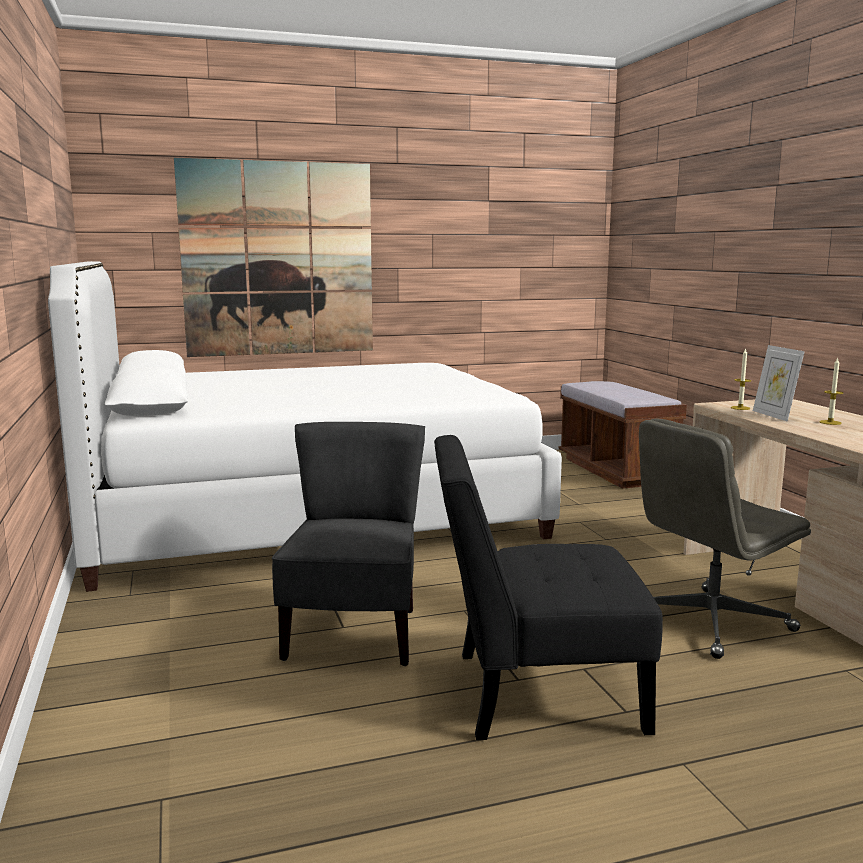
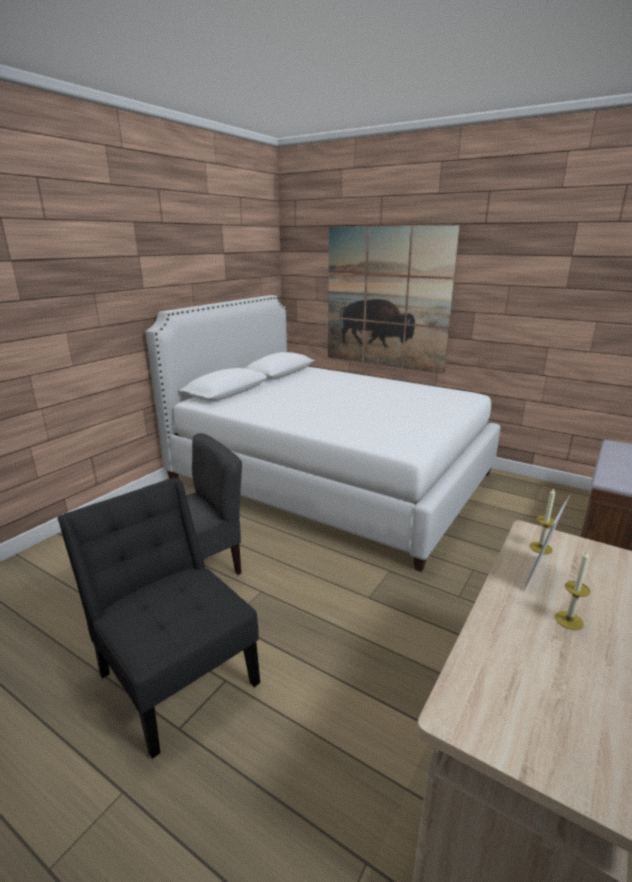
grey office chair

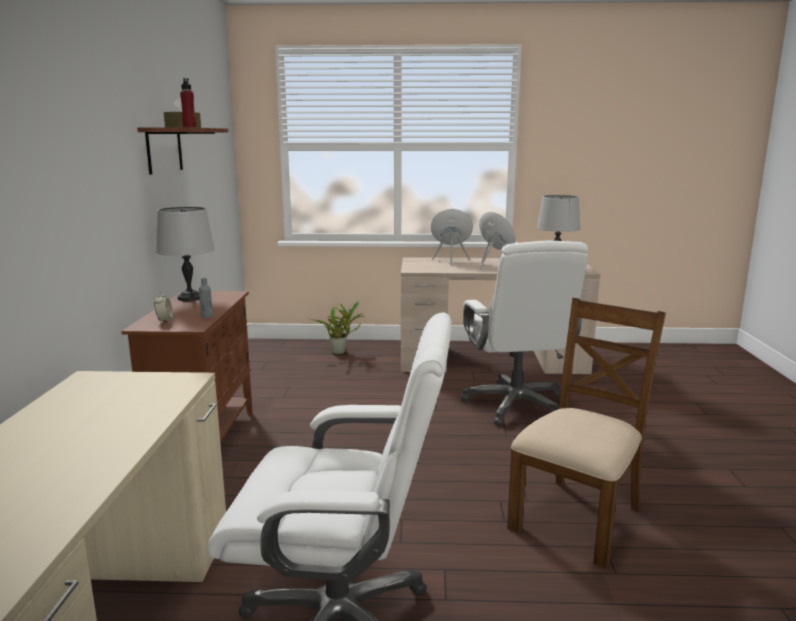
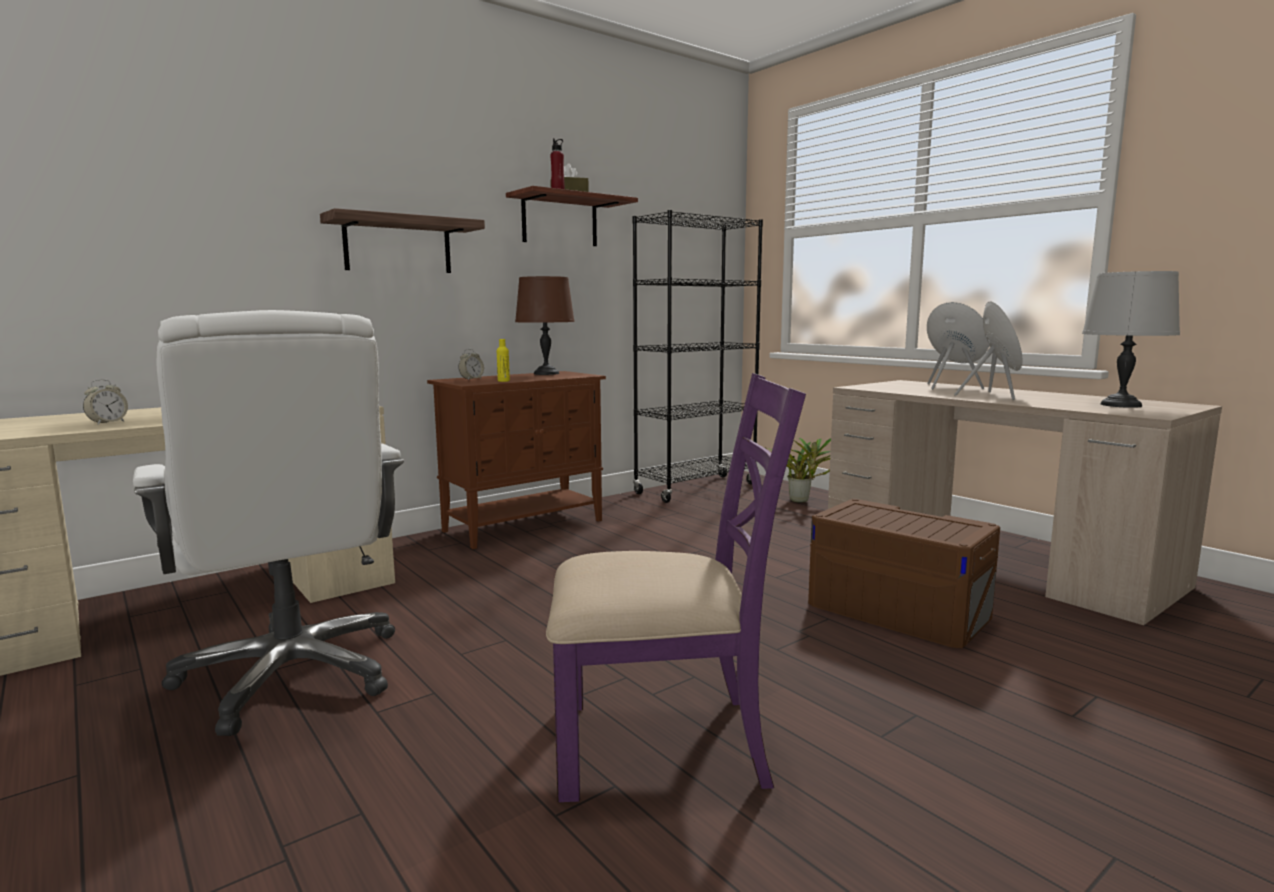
brown table lamp; yellow bottle; brown storage box; purple chair; alarm clock (1st from left); shelf (1st from left); black bookcase

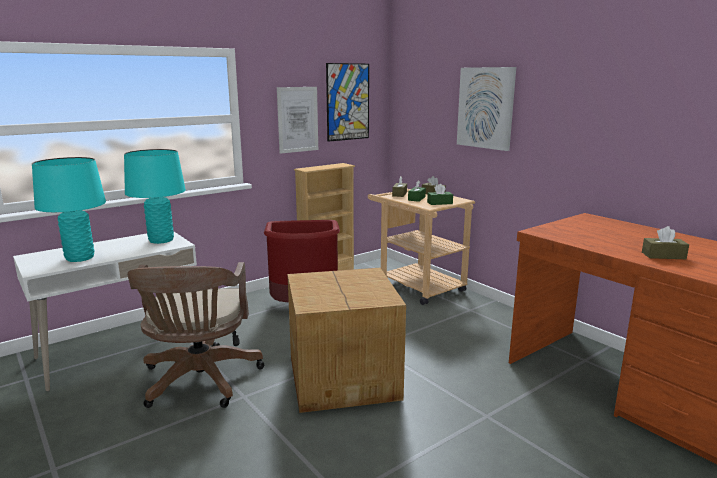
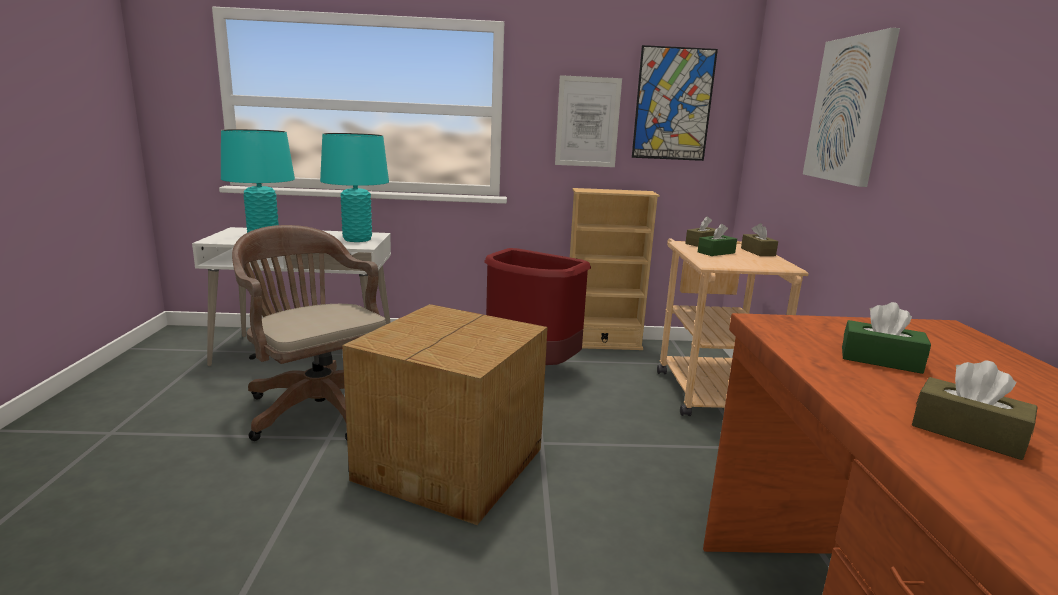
brown office chair; green tissue box (2nd from left)

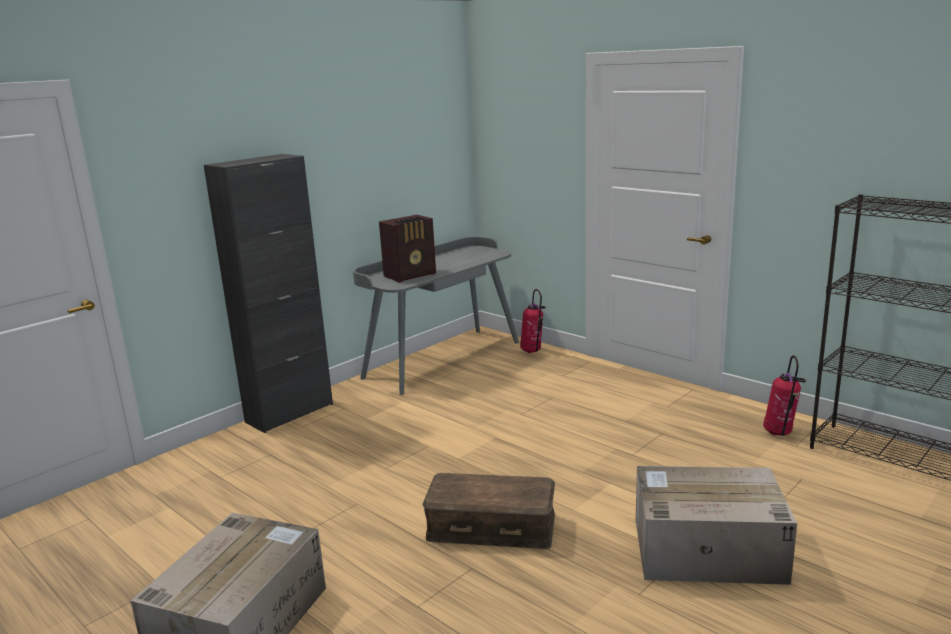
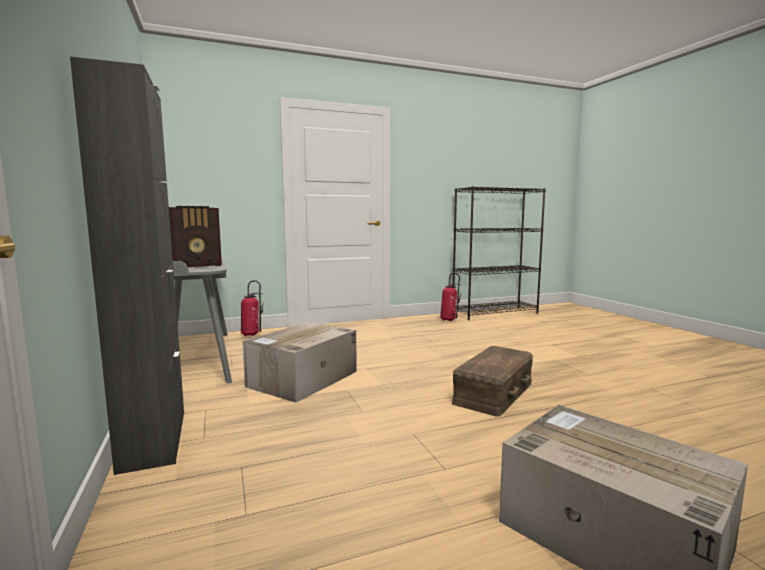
radio; cardboard box (1st from left)

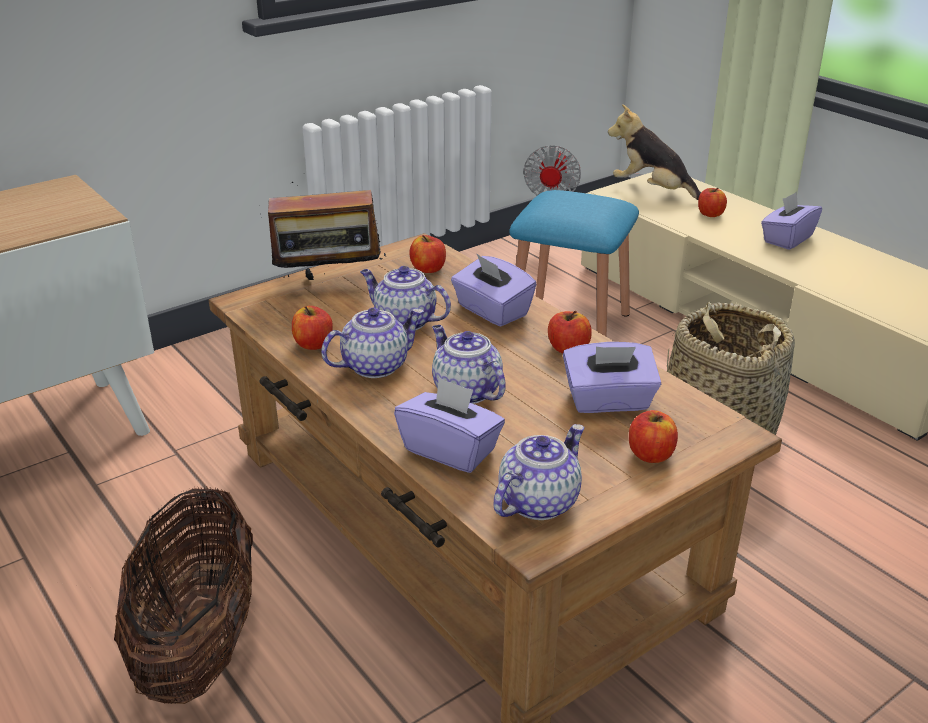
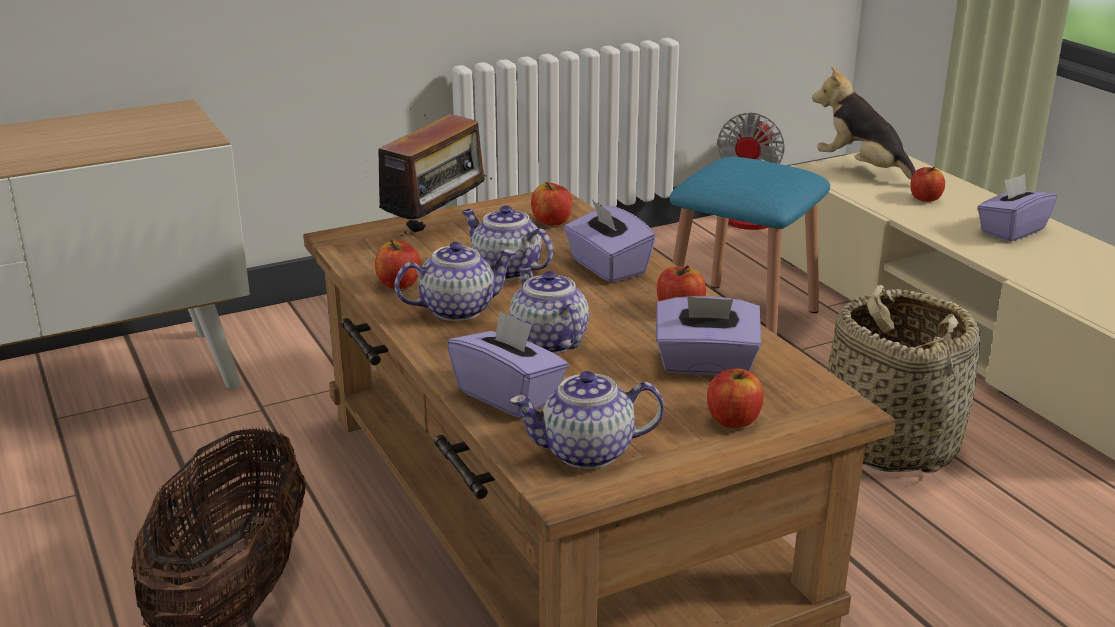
radio; teapot (4th from left)

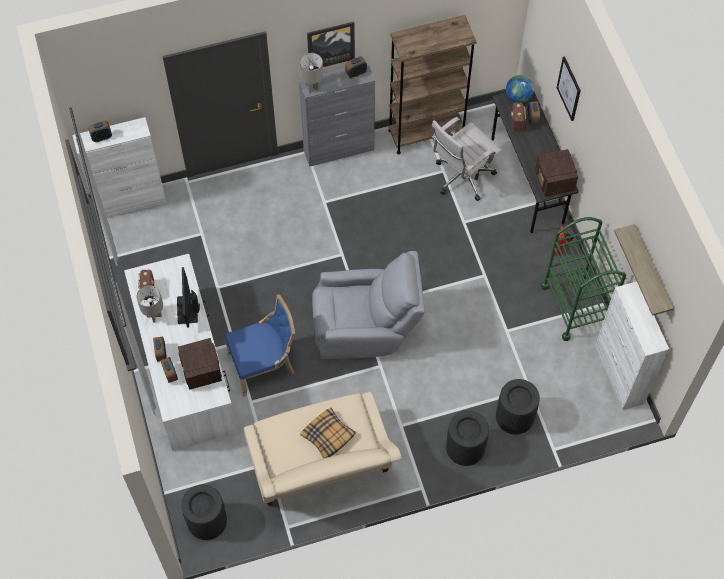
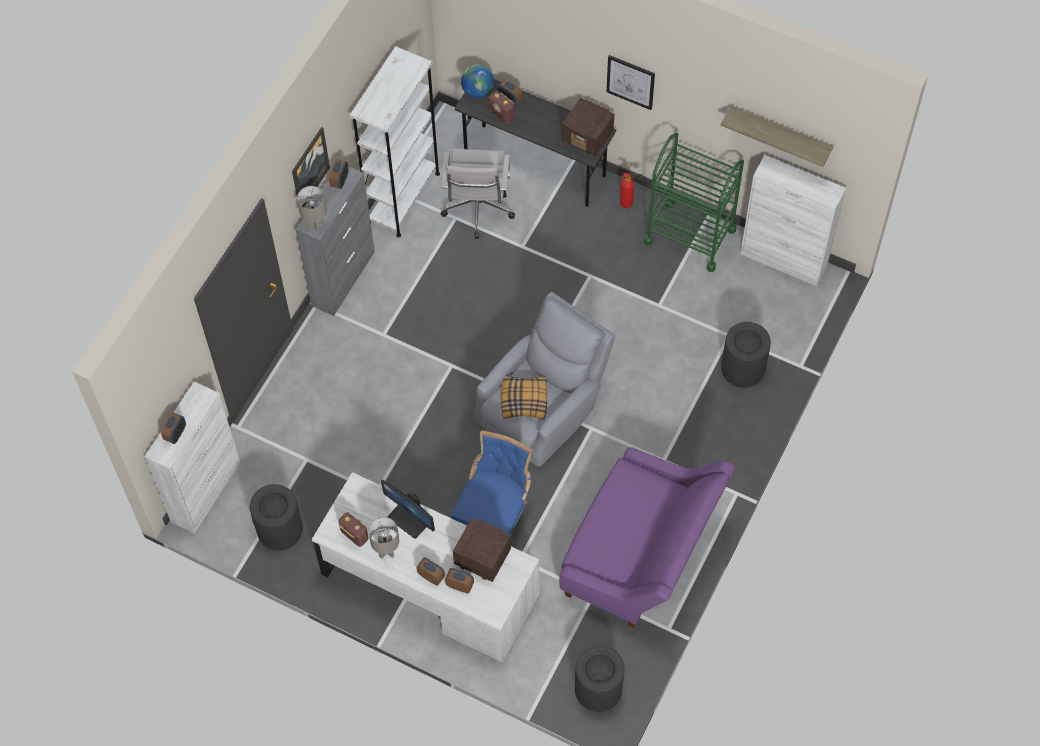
purple sofa; pillow; white bookcase; black trash can (1st from left); picture (2nd from left)

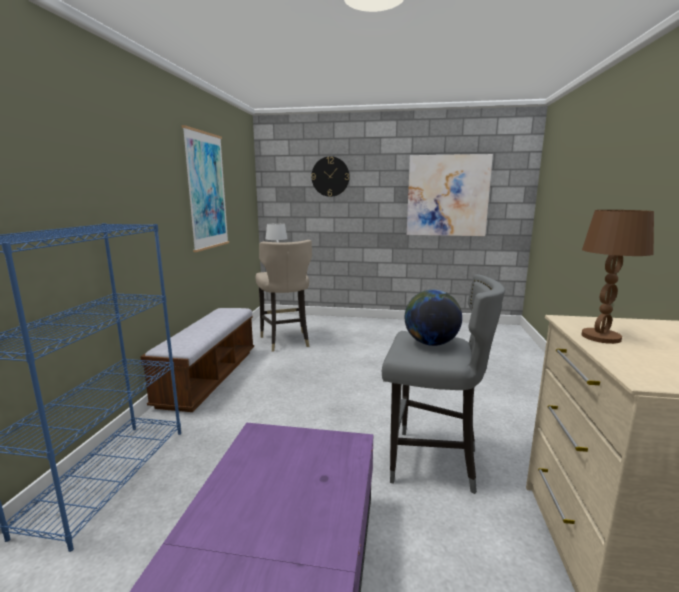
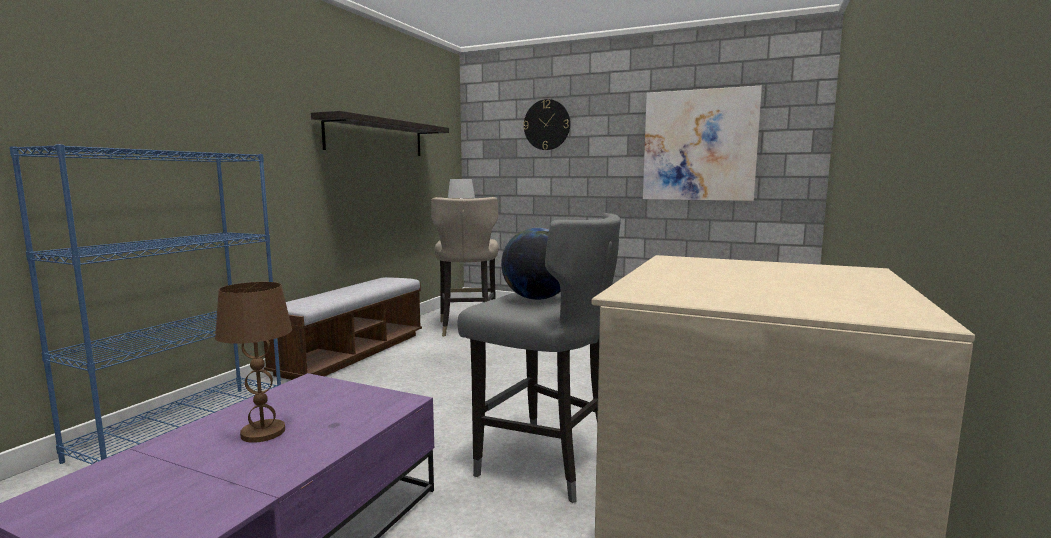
shelf; brown table lamp

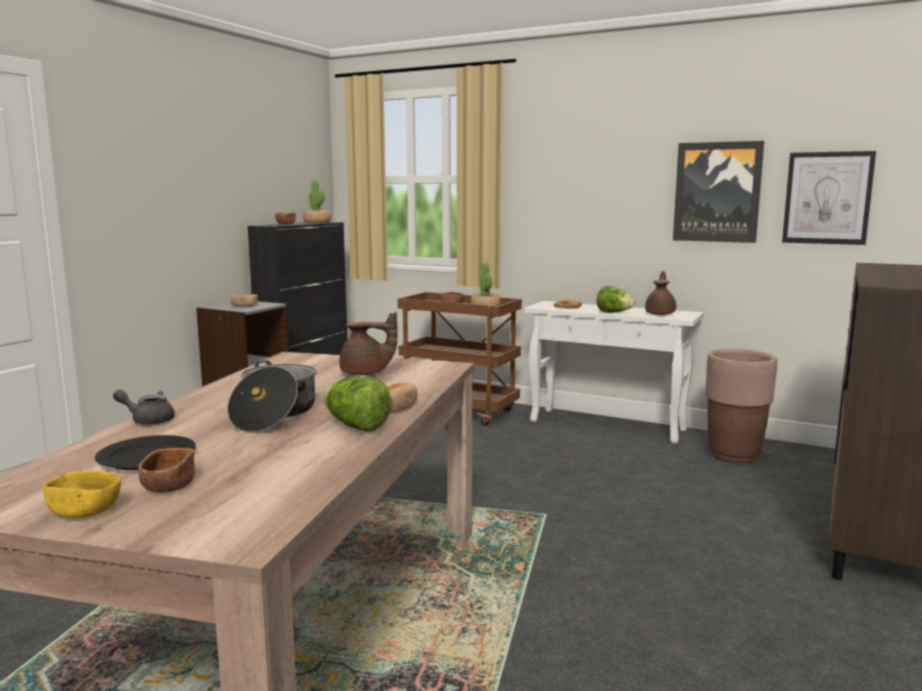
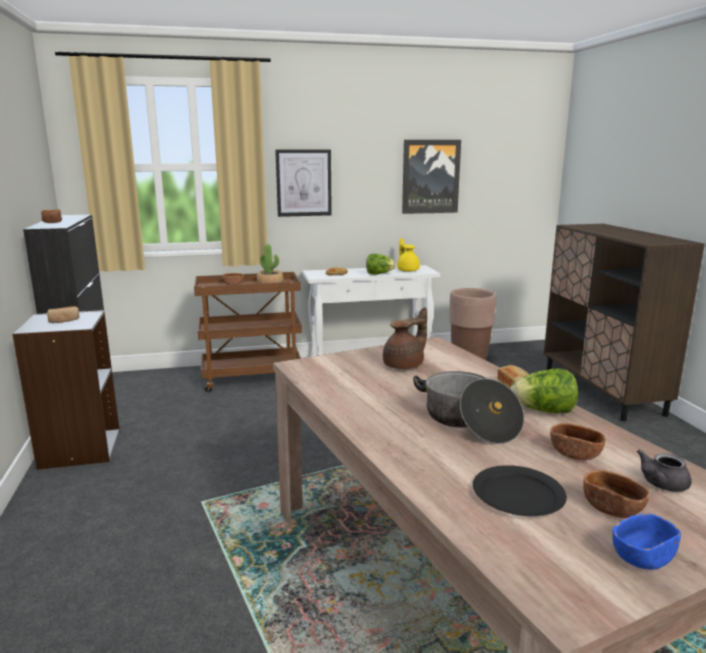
blue bowl; grey teapot; potted plant (1st from left in the first image); yellow teapot; picture (1st from left); brown bowl (3rd from left)

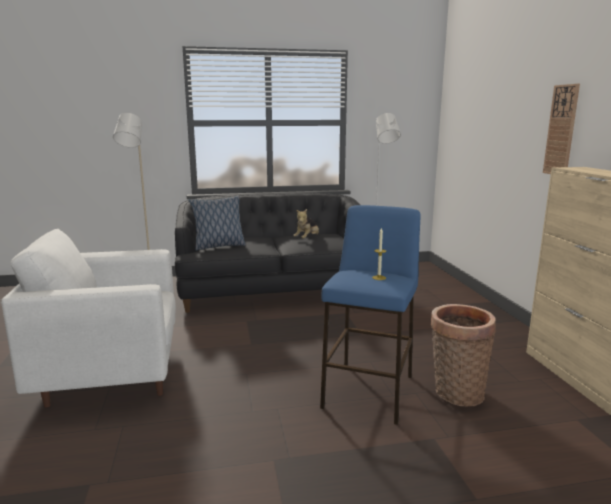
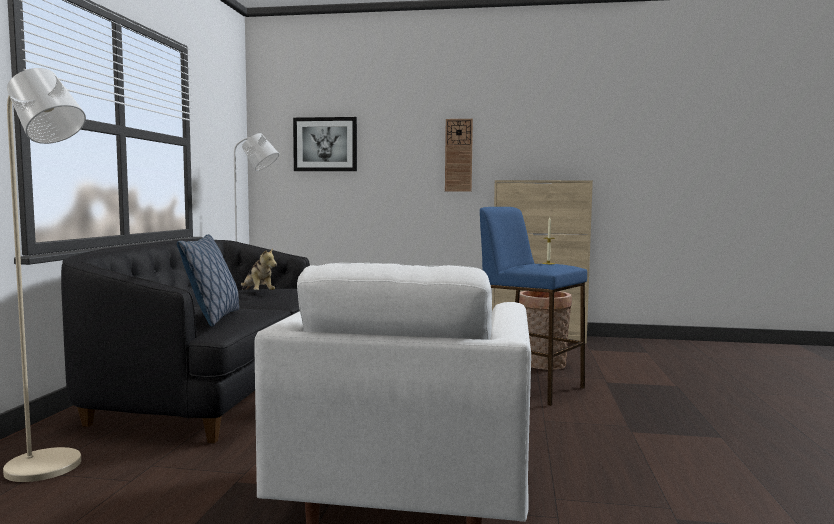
picture

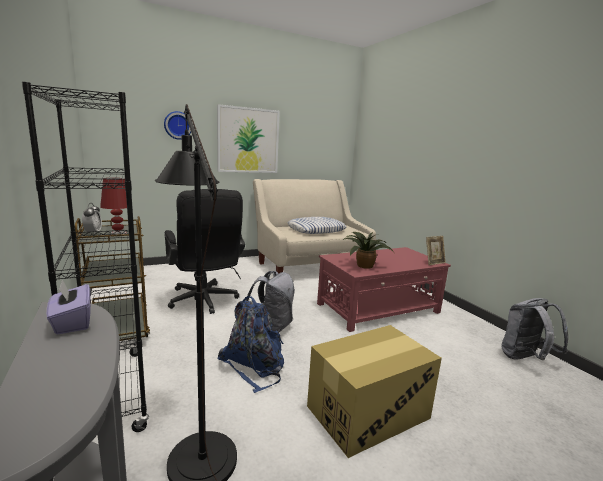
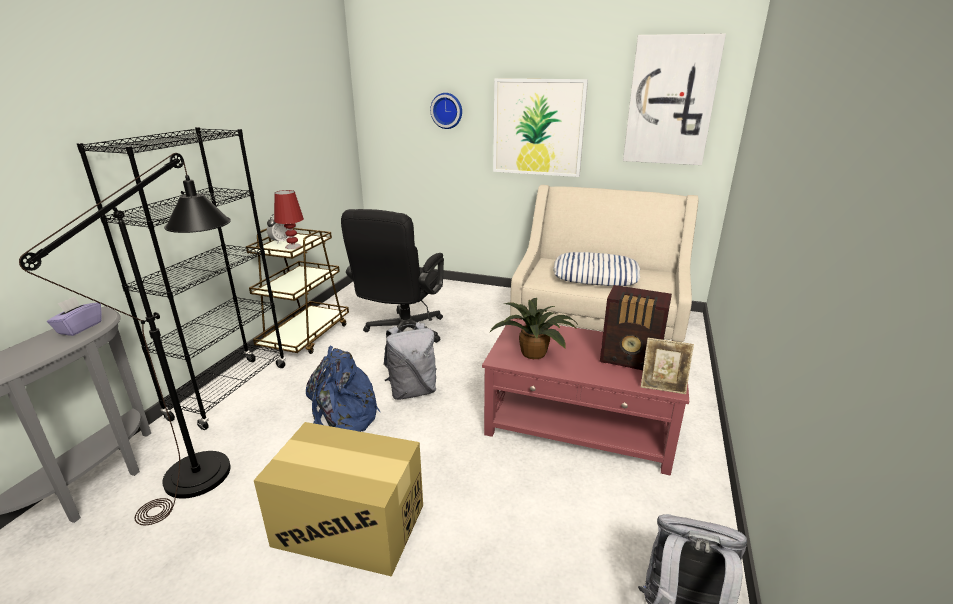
radio; picture (2nd from left)

